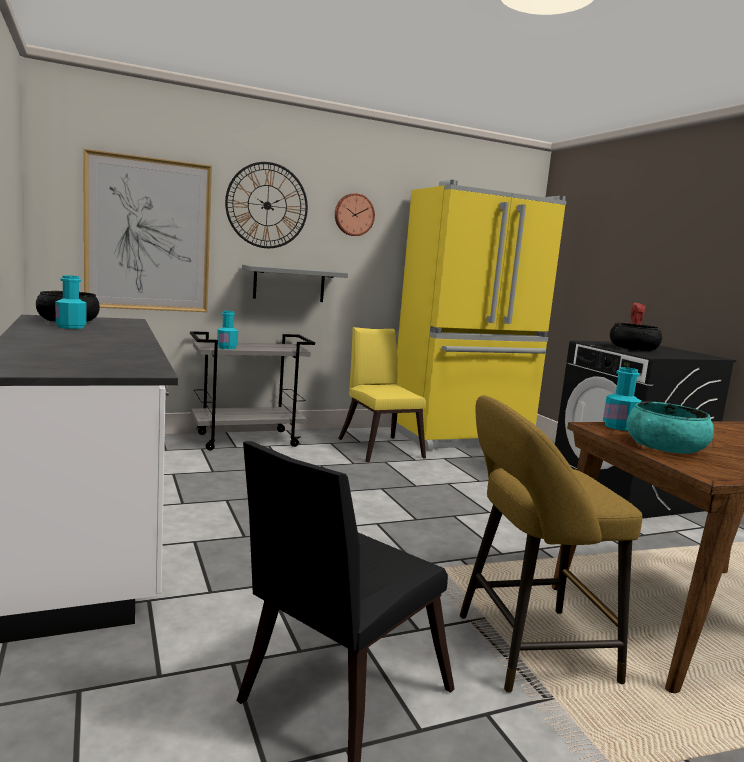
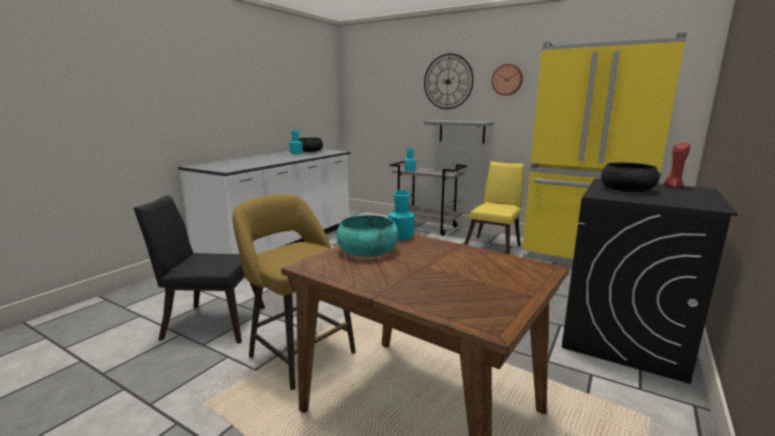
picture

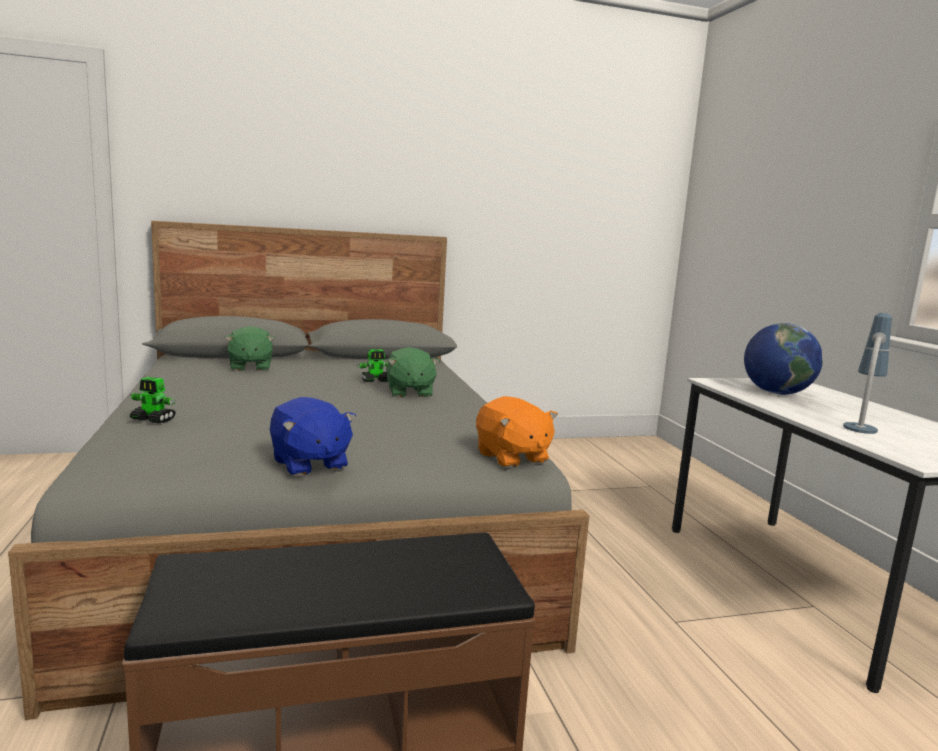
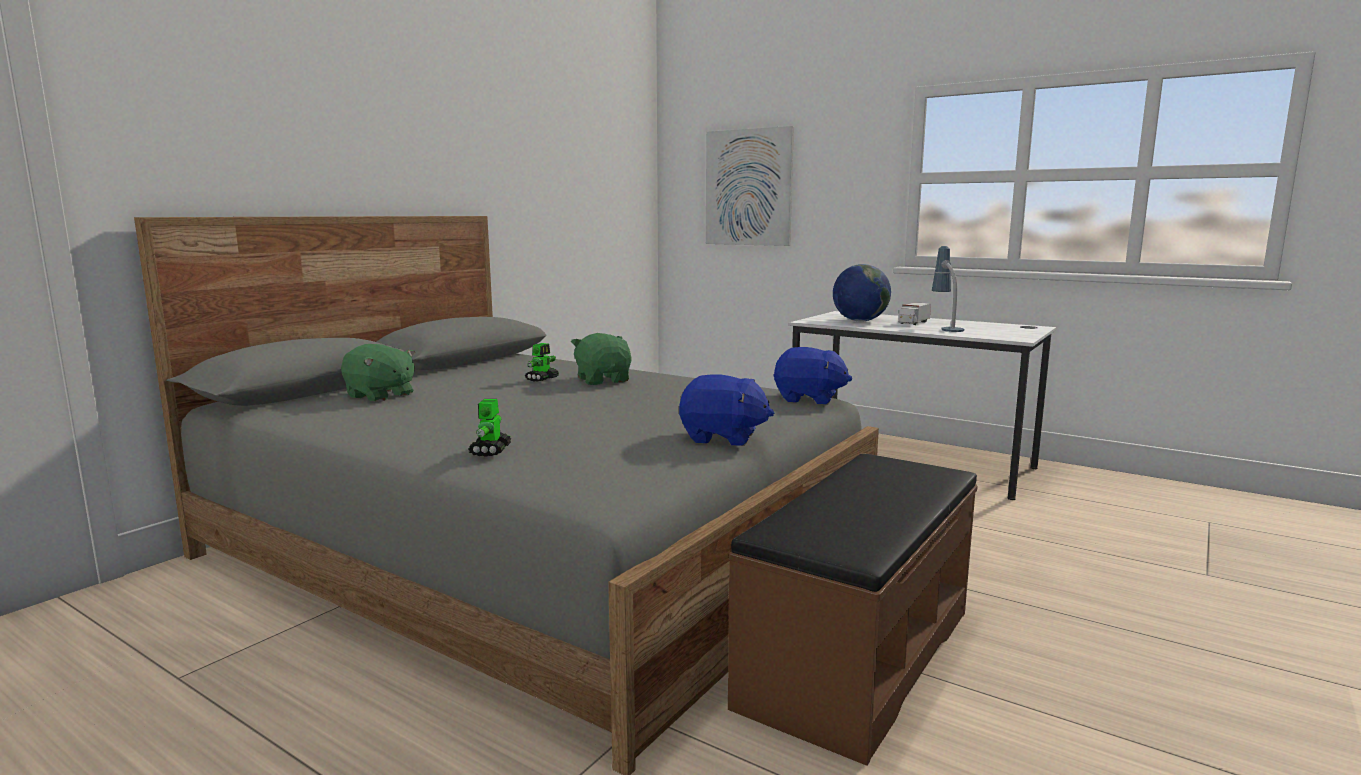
toy robot (1st from left); green plush toy (2nd from left); blue plush toy (2nd from left); picture; toy truck

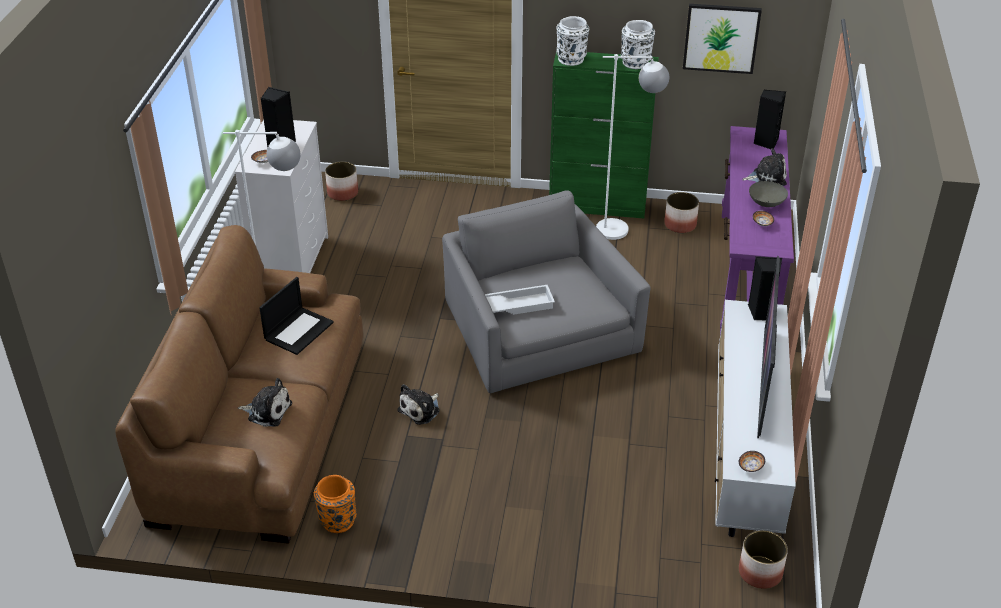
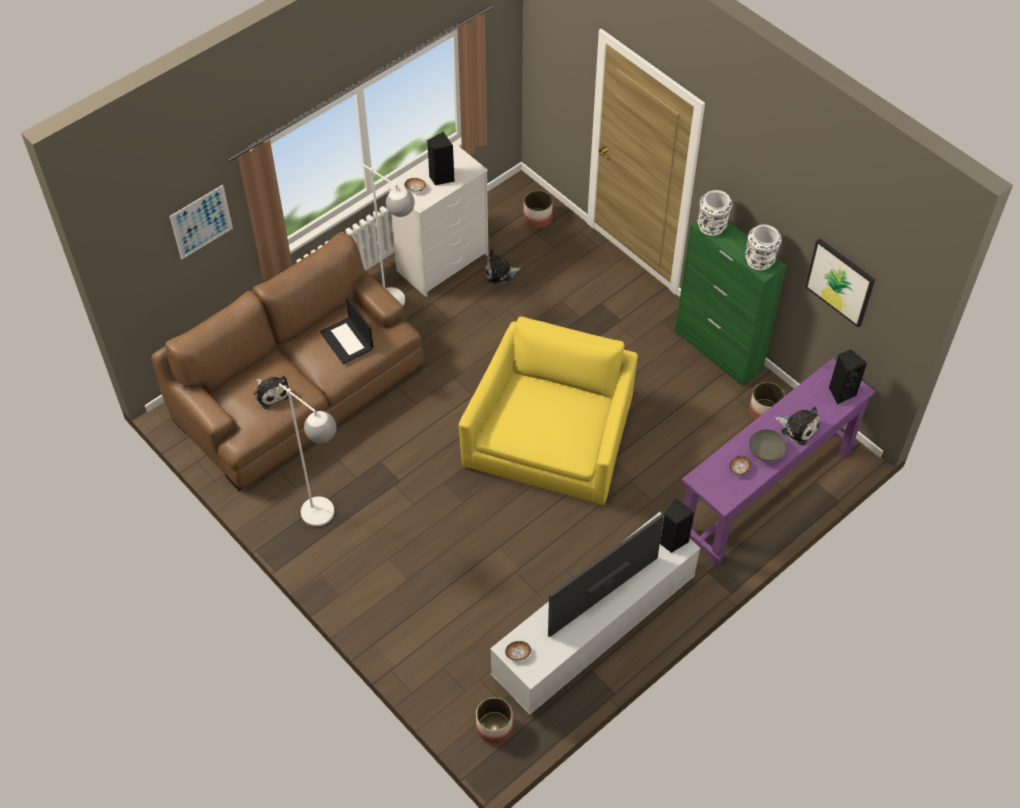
laptop; orange vase; plush toy (2nd from left); yellow armchair; white tray; white floor lamp (1st from left); picture (1st from left)

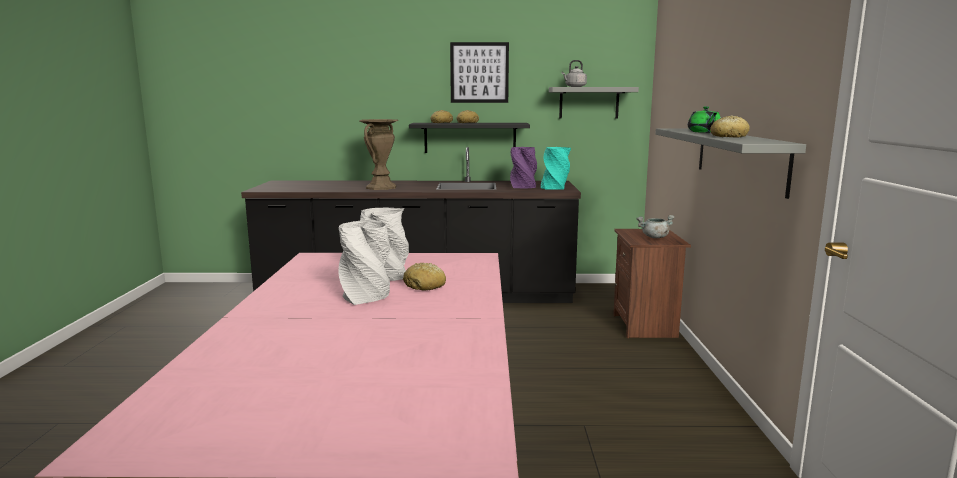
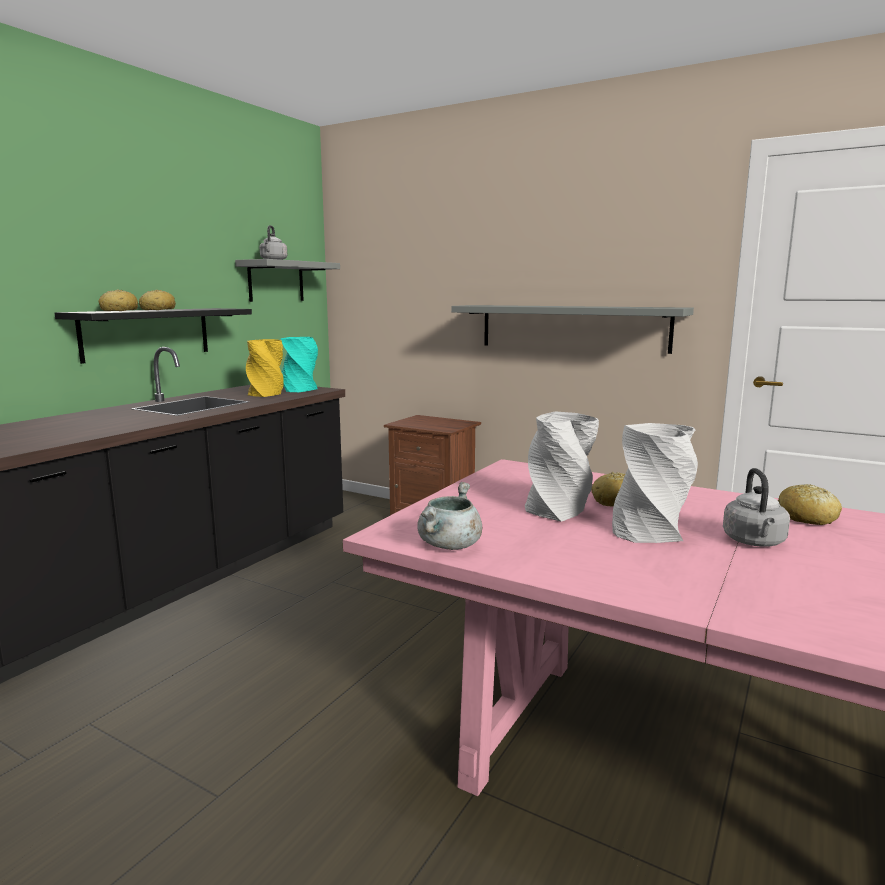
brown vase; picture; yellow vase; grey cooking pot; green teapot; bread (4th from left); grey kettle (2nd from left)

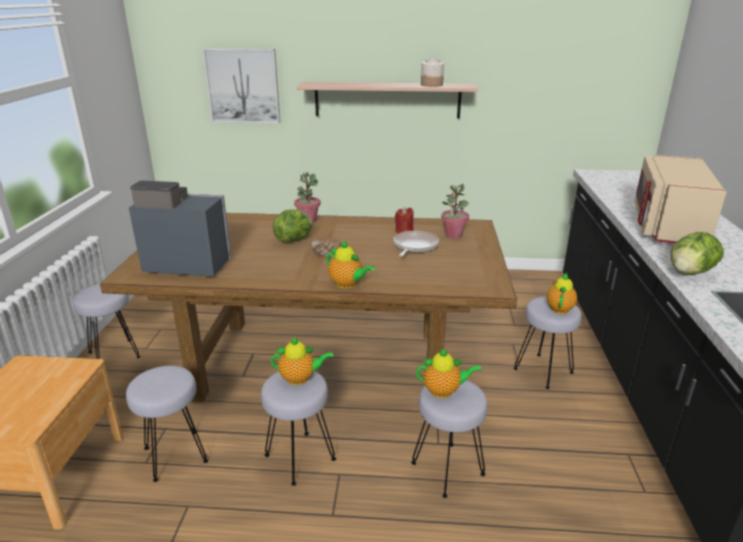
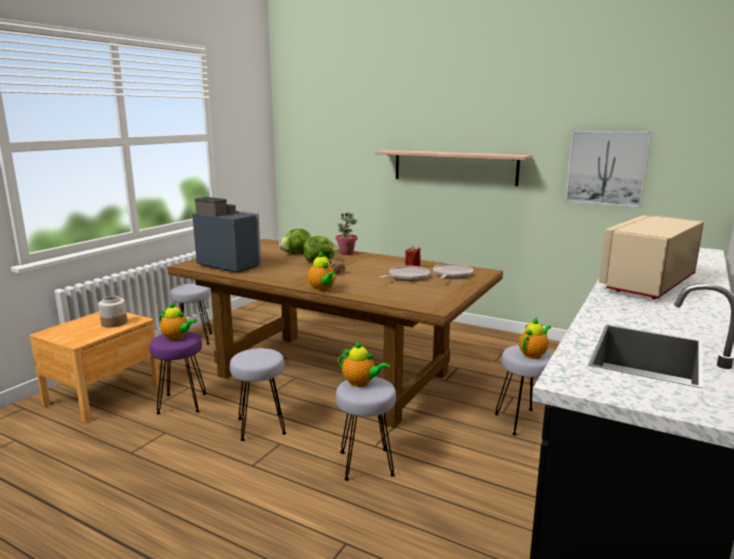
purple stool; picture; teapot (1st from left); jar; frying pan (2nd from left); lettuce (1st from left)

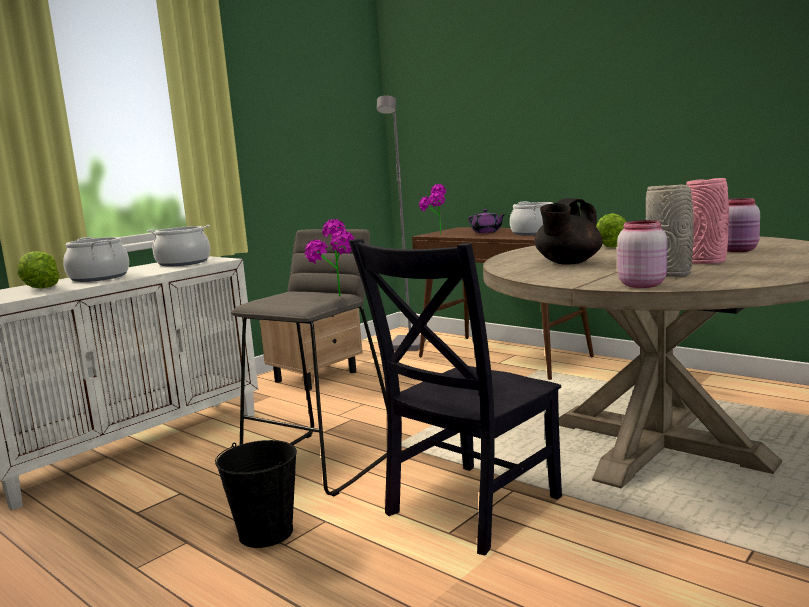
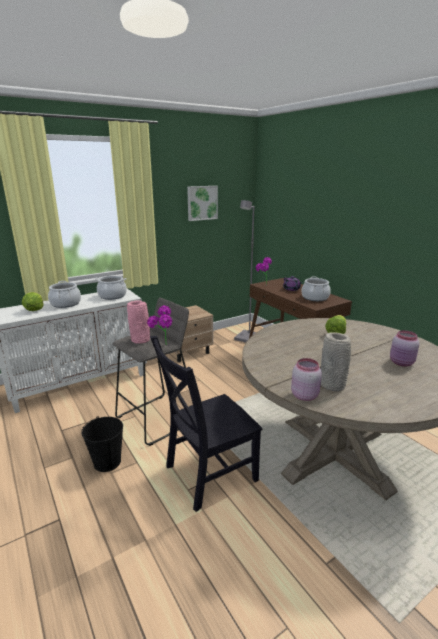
black teapot; pink vase; picture

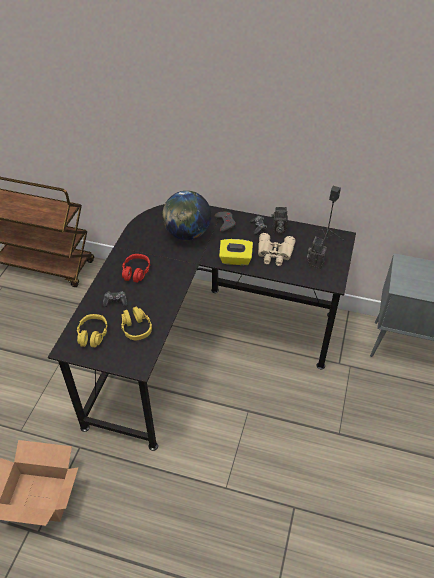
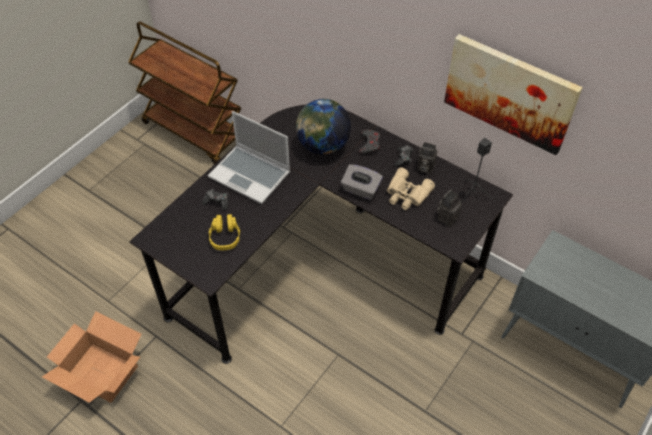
yellow headphones (1st from left in the first image); laptop; grey tissue box; picture

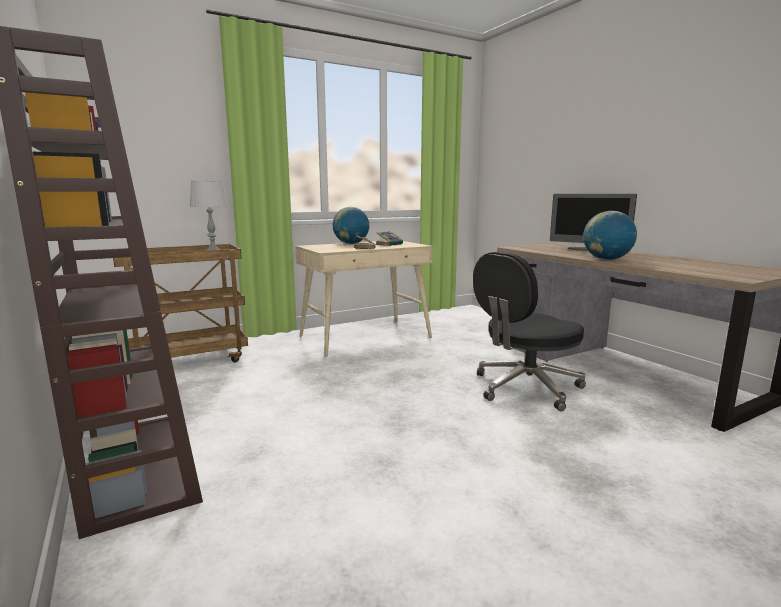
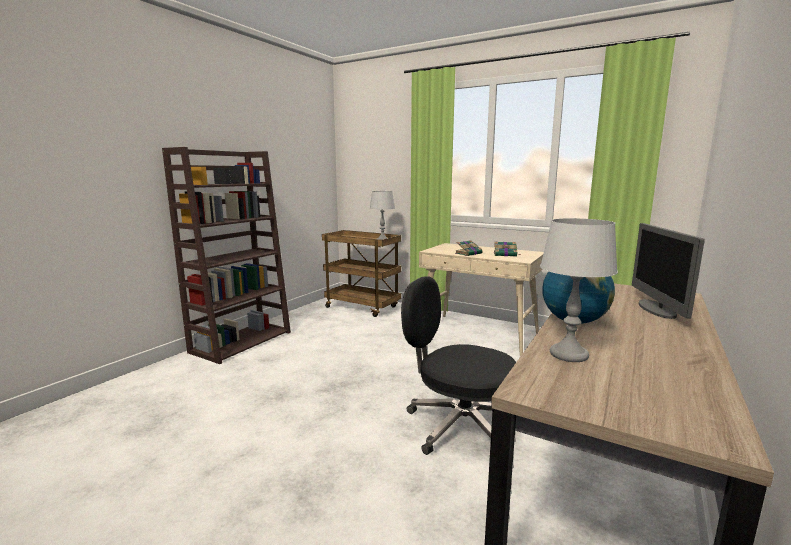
globe (1st from left in the first image); grey table lamp (2nd from left)

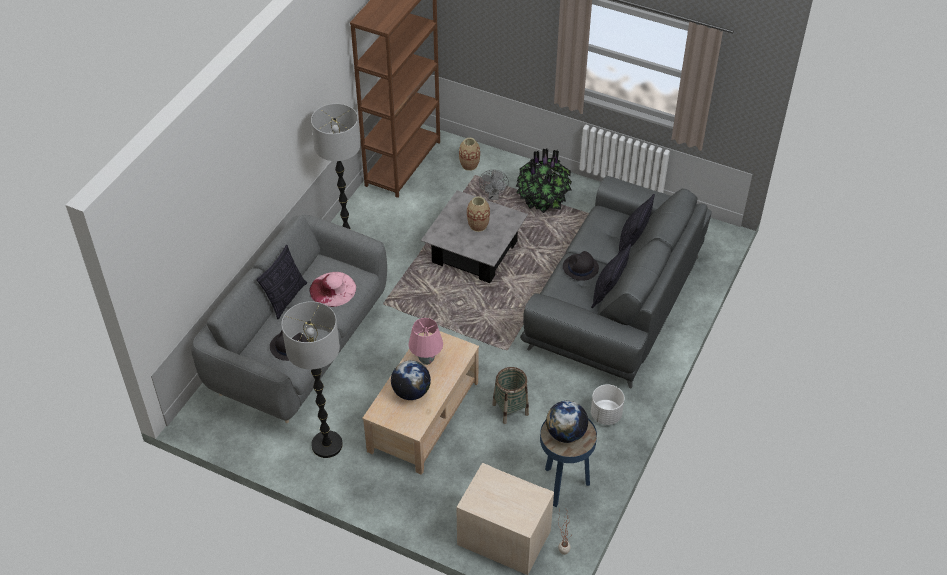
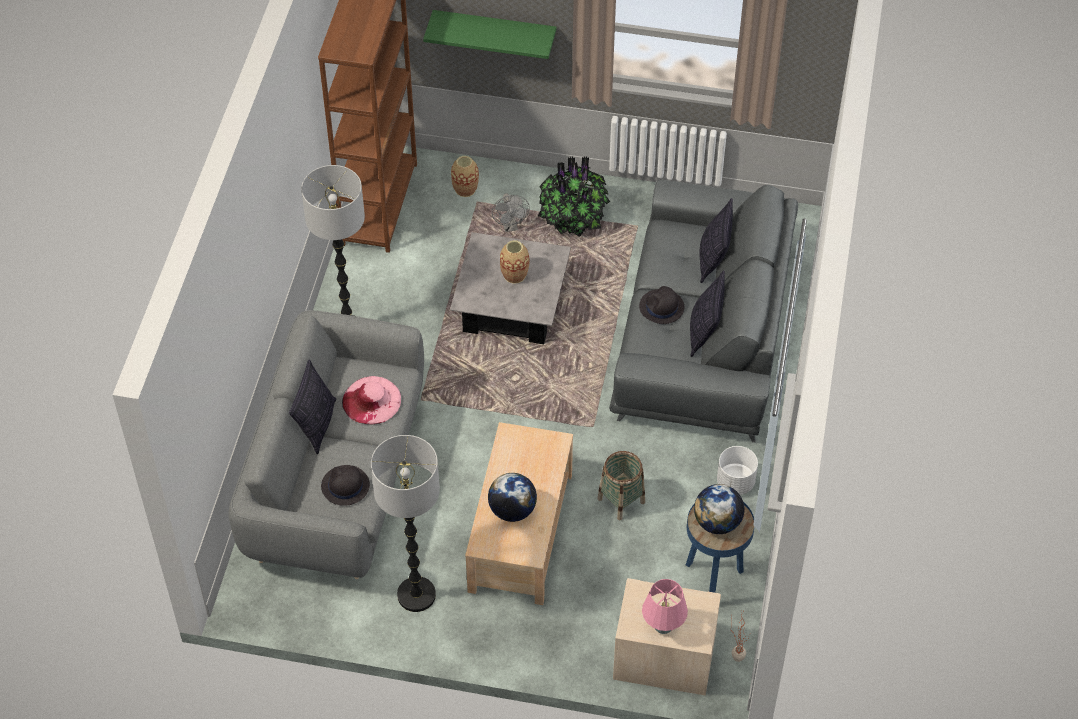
pink table lamp; green shelf

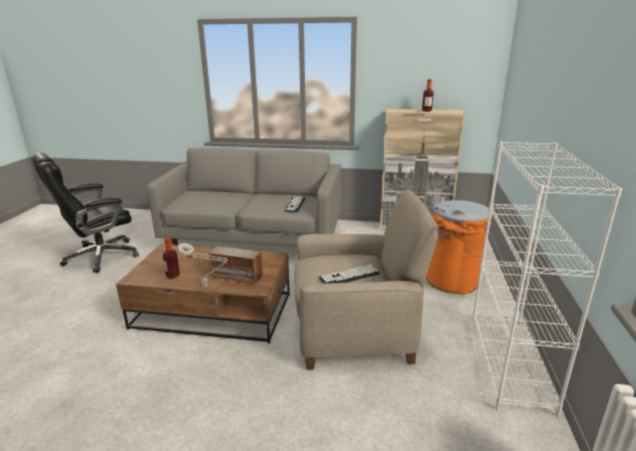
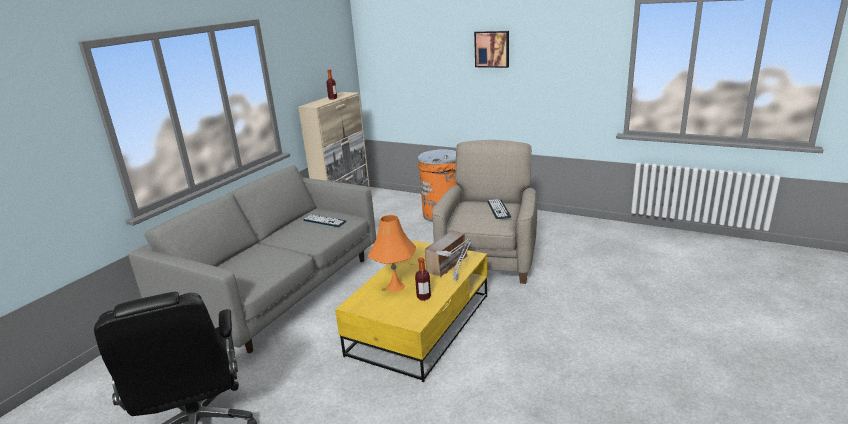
yellow coffee table; white bookcase; orange table lamp; picture

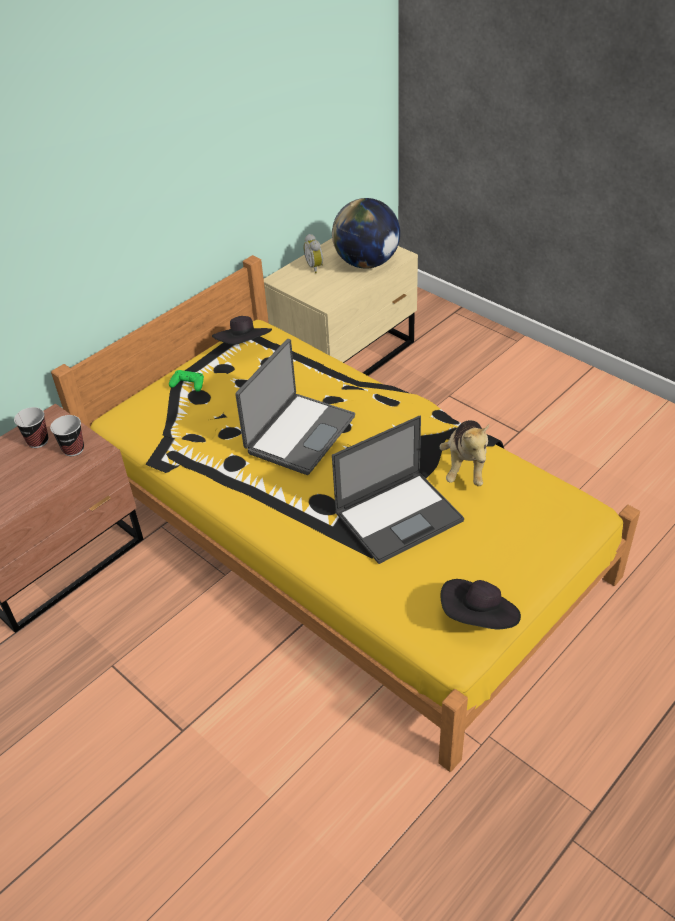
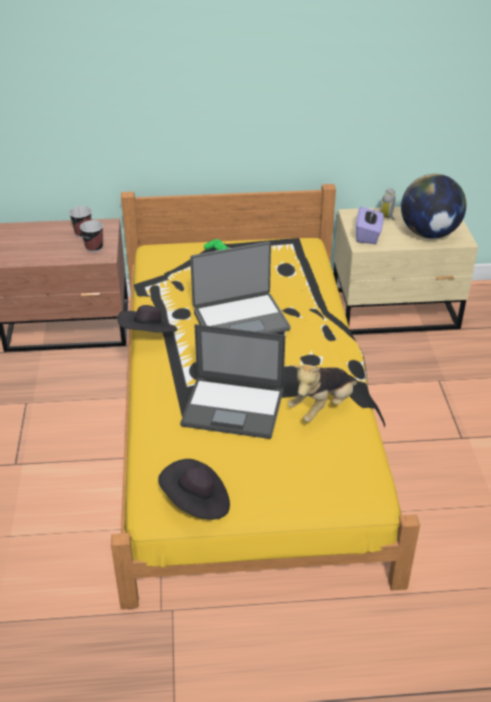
black hat (1st from left); purple tissue box

